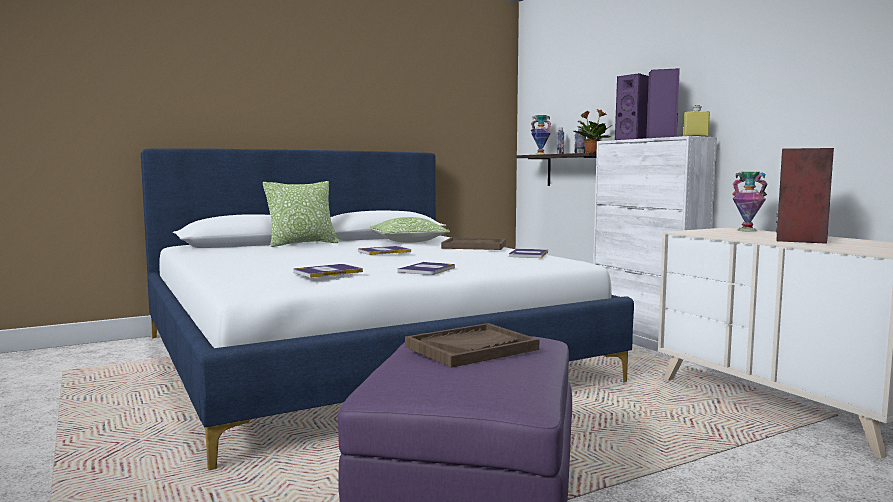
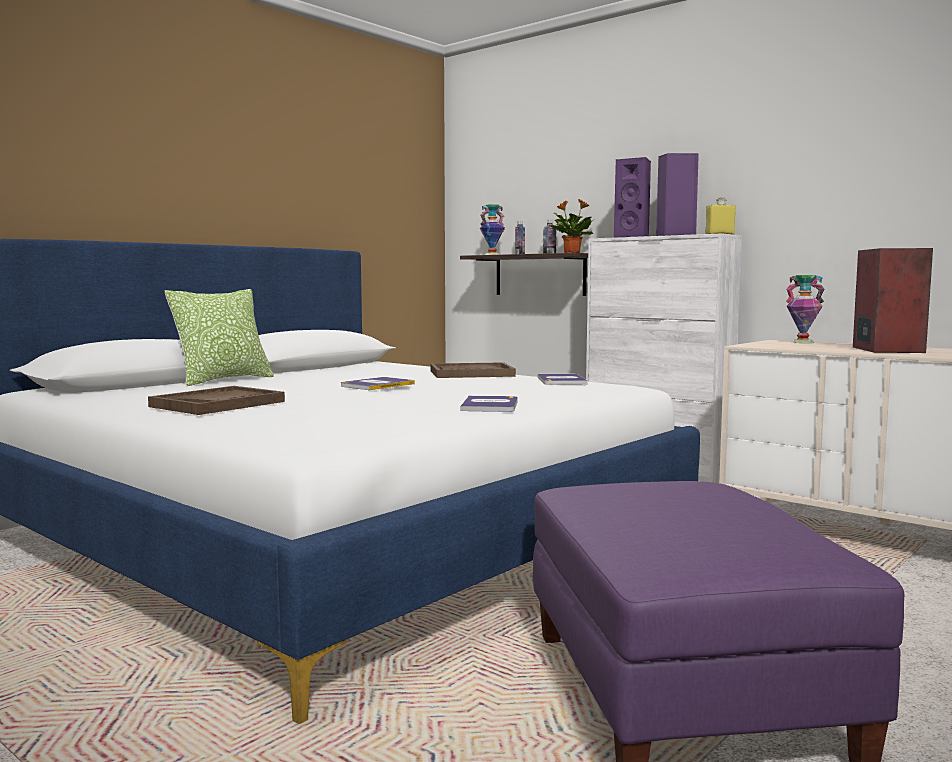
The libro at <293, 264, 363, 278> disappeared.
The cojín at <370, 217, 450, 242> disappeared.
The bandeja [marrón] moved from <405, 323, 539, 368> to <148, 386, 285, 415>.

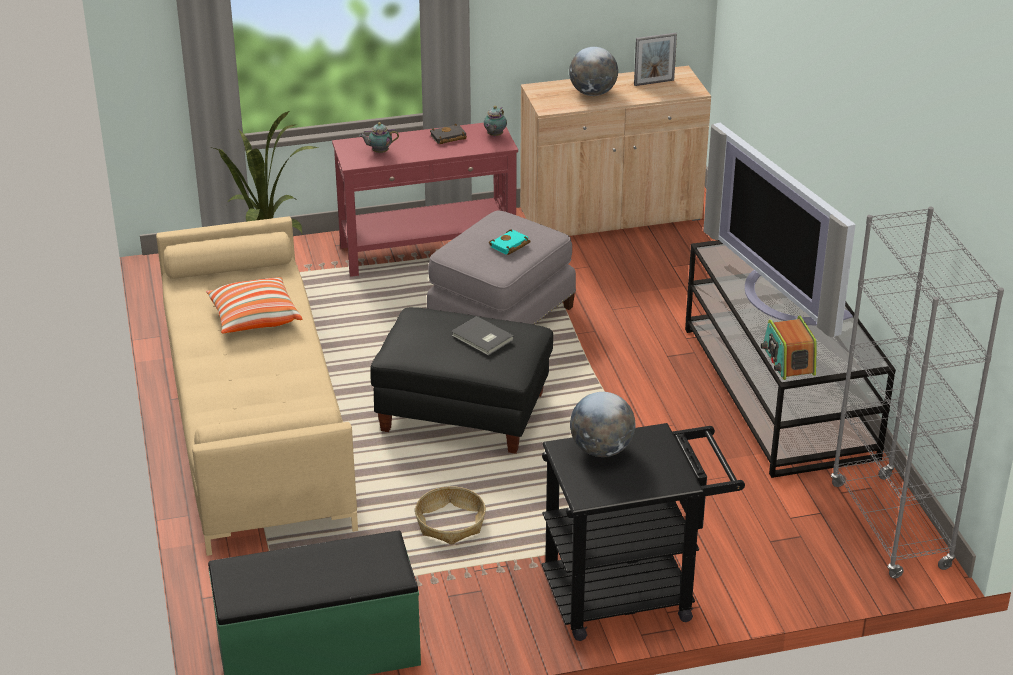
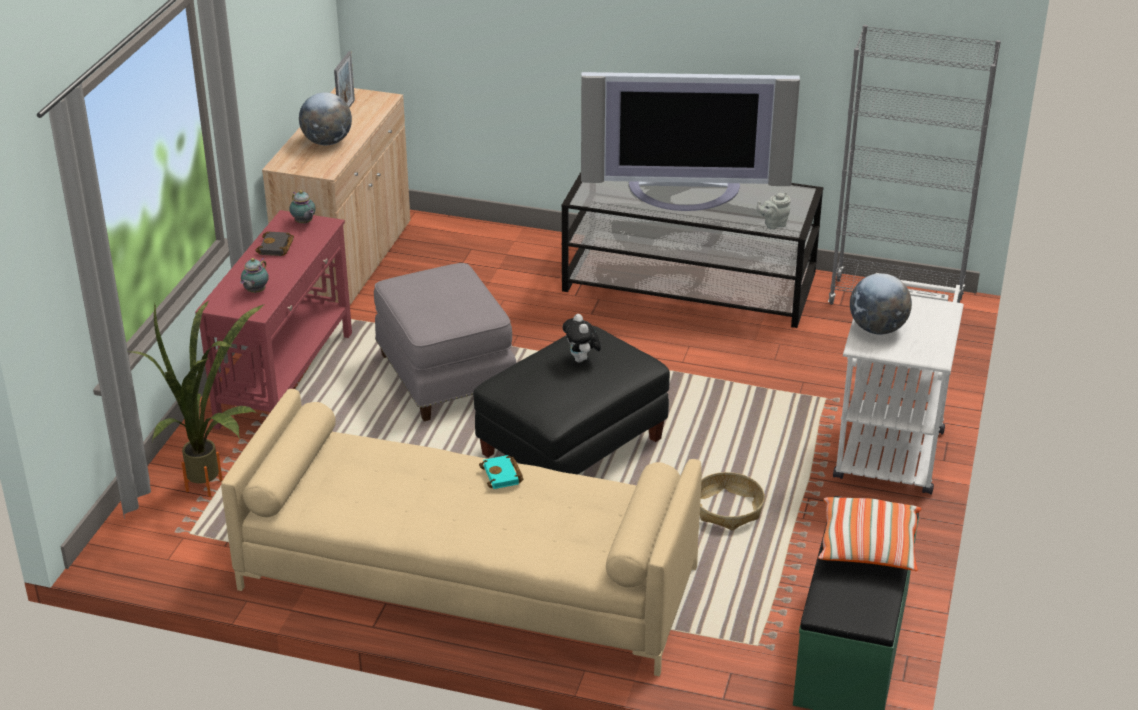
The cojín moved from <206, 277, 302, 333> to <818, 497, 921, 571>.
The libro [gris] at <451, 316, 514, 355> was replaced by the peluche at <563, 314, 601, 363>.
The libro [turquesa] moved from <489, 230, 530, 255> to <479, 455, 523, 489>.
The carrito [negro] at <542, 423, 745, 641> became the carrito [blanco] at <833, 273, 964, 495>.
The radio at <761, 316, 817, 380> was replaced by the tetera [gris] at <757, 193, 791, 229>.

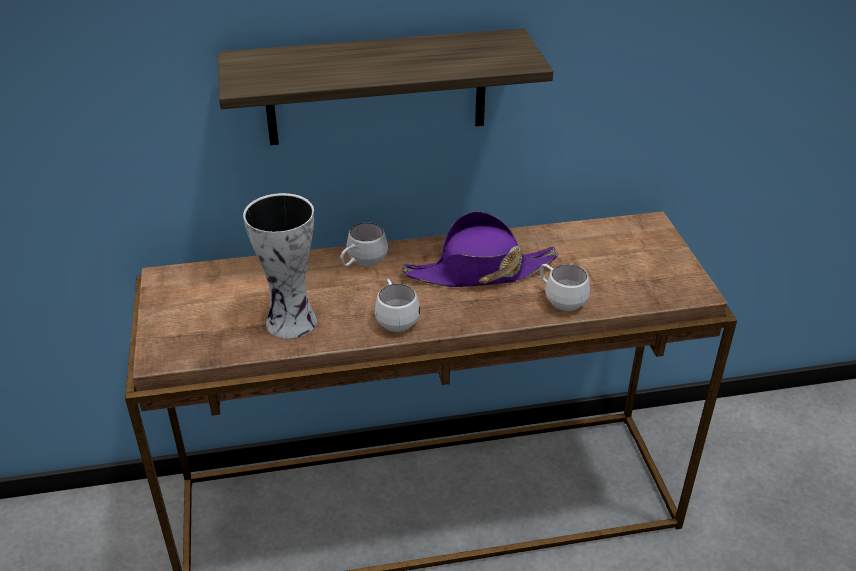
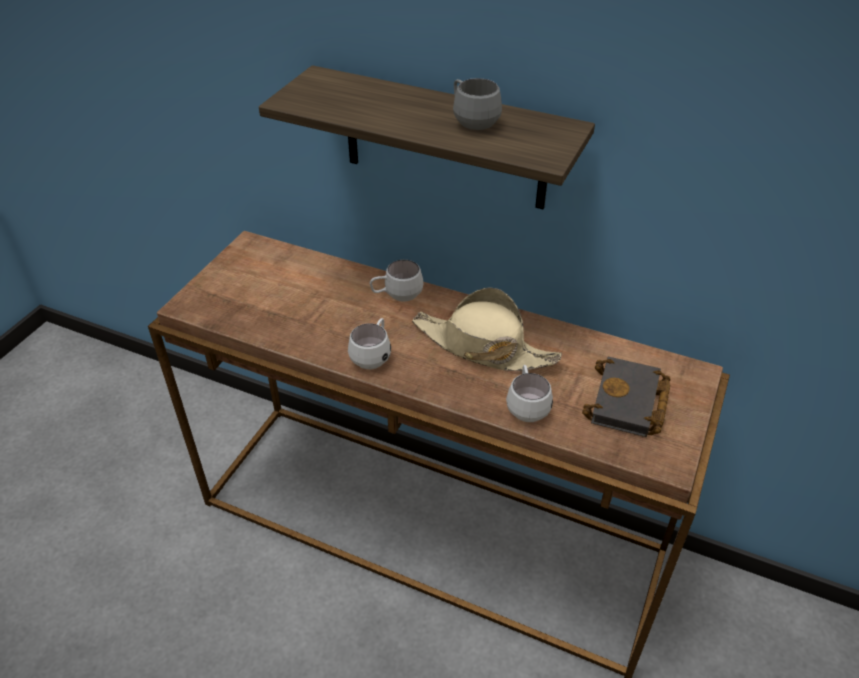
The florero at <243, 193, 317, 339> disappeared.
The sombrero [morado] at <402, 211, 559, 287> became the sombrero [beis] at <412, 287, 562, 371>.
The taza grande [gris] at <453, 78, 502, 130> appeared.
The libro [negro] at <582, 356, 670, 437> appeared.

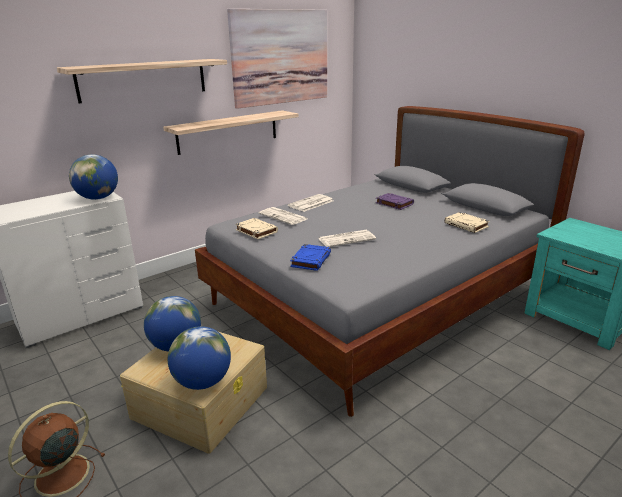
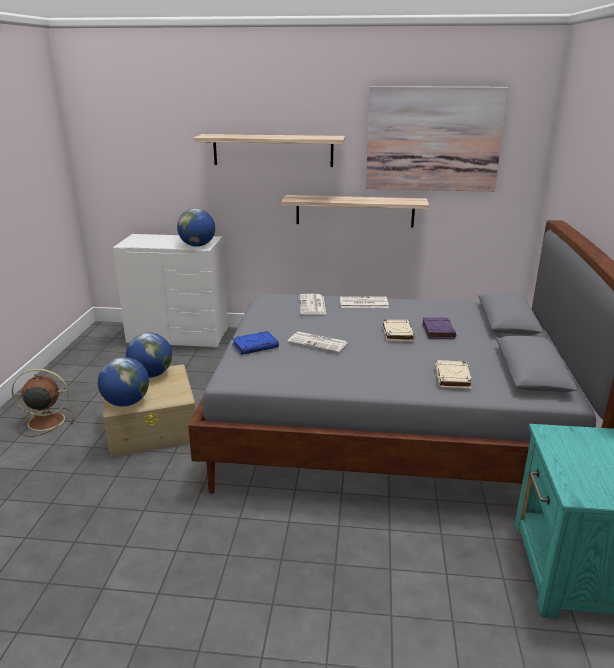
The libro [beis] moved from <235, 218, 278, 239> to <383, 320, 415, 341>.

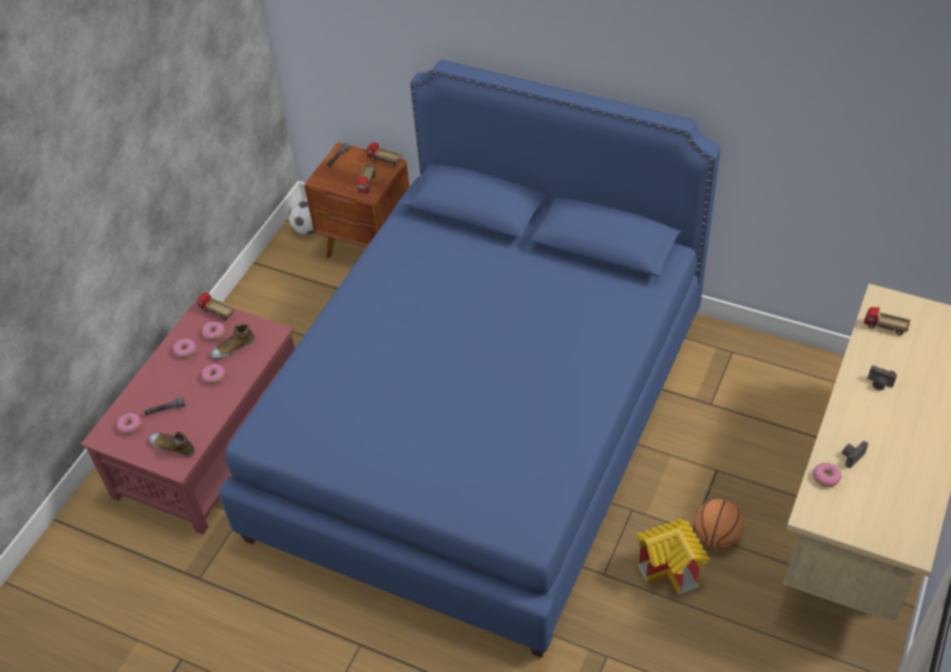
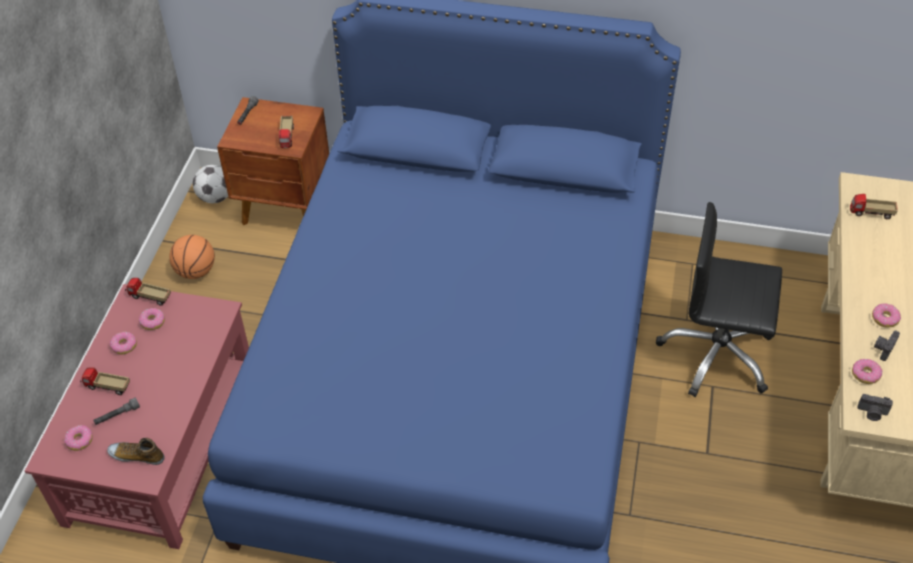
The rosquilla moved from <201, 364, 225, 384> to <872, 304, 901, 328>.
The zapato at <211, 324, 255, 359> disappeared.
The camión de juguete moved from <365, 143, 402, 167> to <80, 368, 130, 395>.
The casita at <637, 519, 710, 595> disappeared.
The balón de baloncesto moved from <694, 499, 744, 548> to <169, 235, 215, 279>.
The cámara moved from <868, 366, 897, 390> to <858, 394, 893, 421>.
The silla de oficina [negro] at <656, 202, 782, 397> appeared.

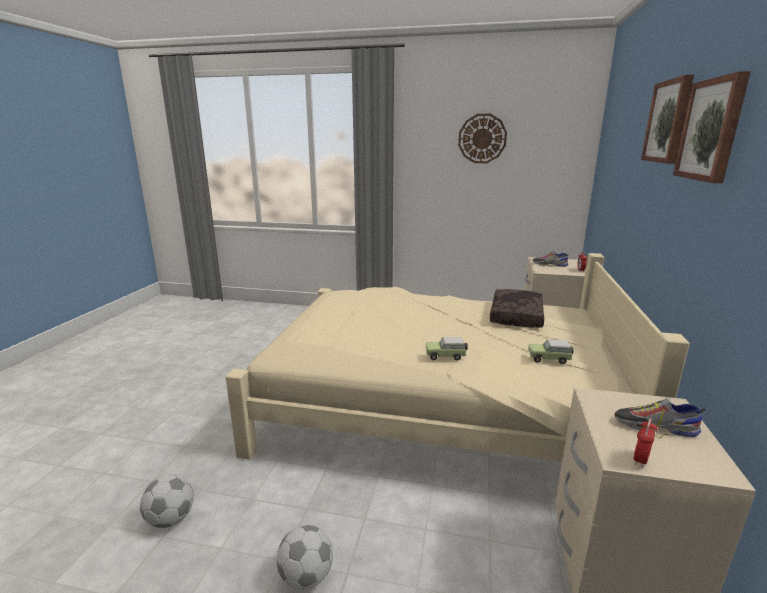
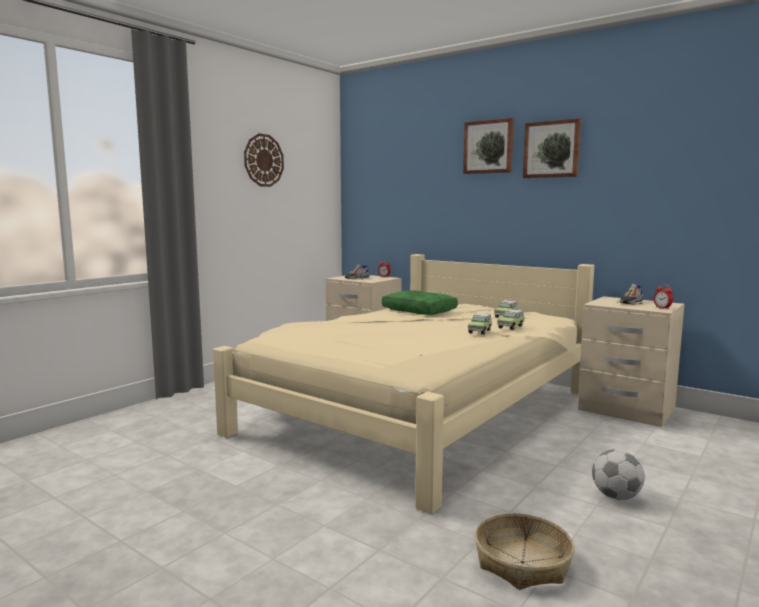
The balón de fútbol at <140, 475, 194, 528> was replaced by the cesta at <475, 513, 574, 590>.
The cojín [marrón] at <490, 289, 544, 328> became the cojín [verde] at <382, 290, 458, 315>.
The coche de juguete at <497, 309, 525, 330> appeared.

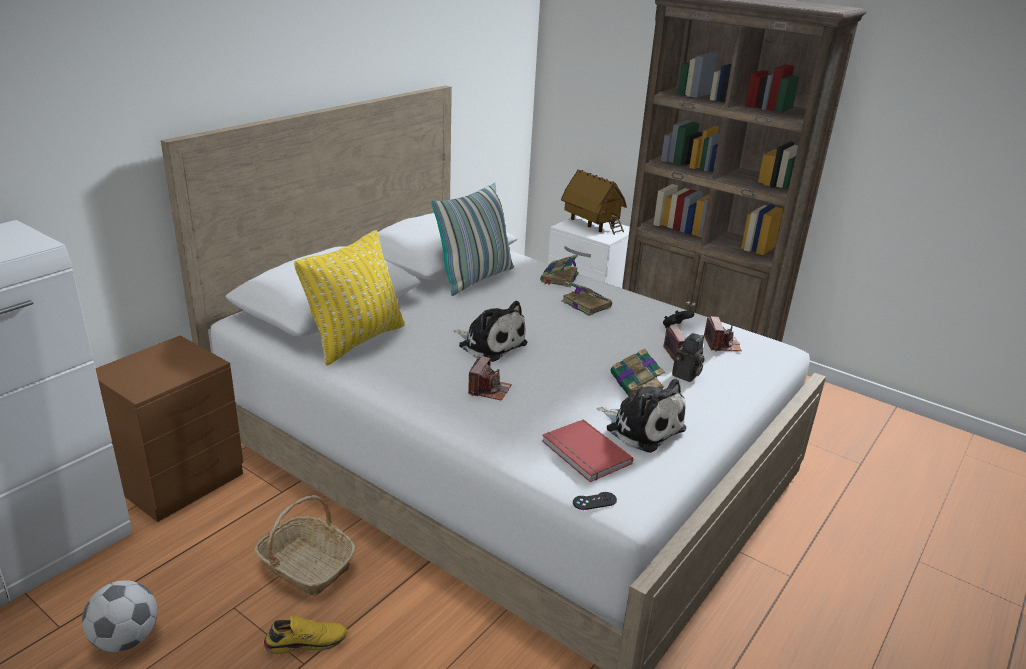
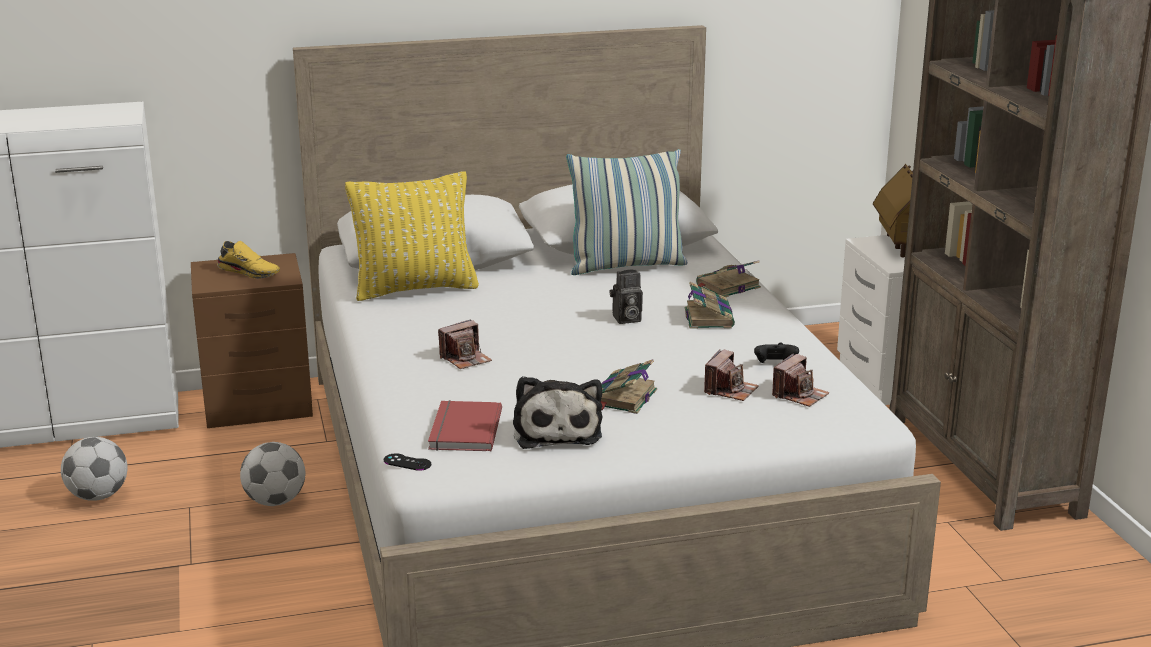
The cesta at <254, 495, 356, 596> was replaced by the balón de fútbol at <240, 442, 305, 506>.
The zapato [amarillo] moved from <263, 615, 347, 655> to <217, 241, 280, 279>.
The peluche at <454, 301, 527, 362> disappeared.
The cámara moved from <672, 333, 705, 382> to <609, 270, 643, 324>.

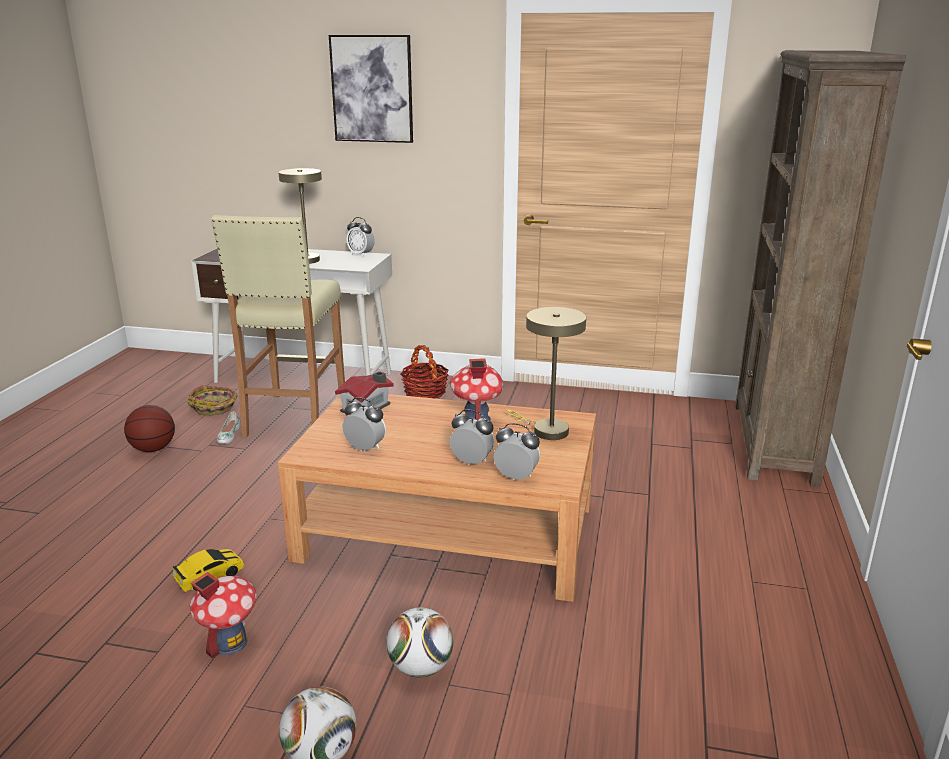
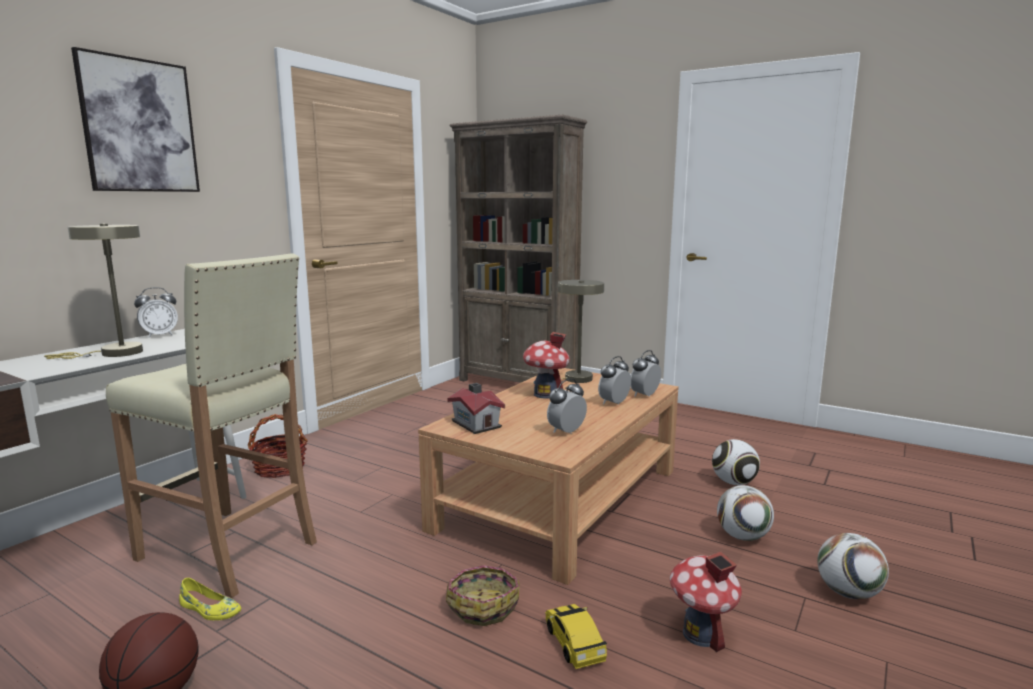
The cesta moved from <187, 385, 238, 416> to <446, 566, 520, 626>.
The zapato [blanco] at <217, 411, 240, 444> became the zapato [amarillo] at <179, 578, 241, 620>.
The balón de fútbol at <712, 439, 760, 485> appeared.

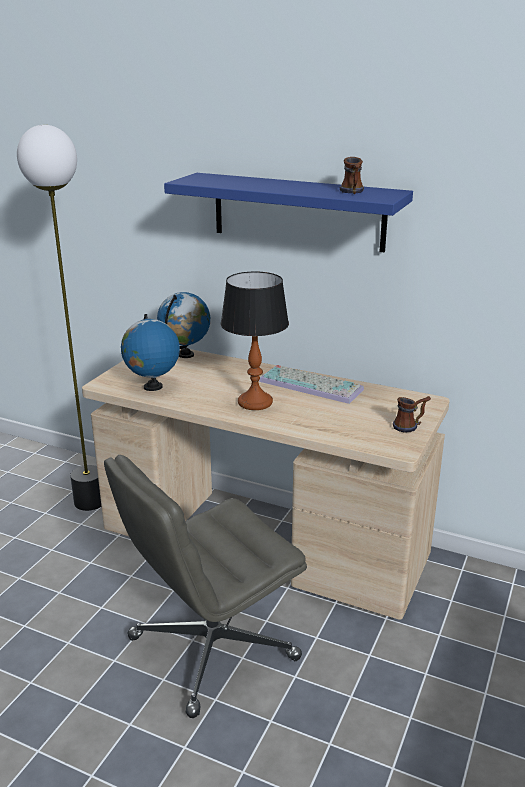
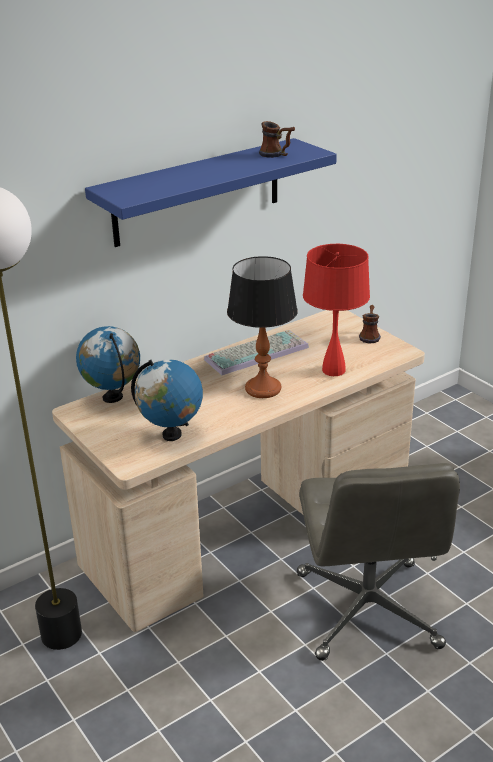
The lámpara de mesa [rojo] at <303, 244, 370, 376> appeared.

